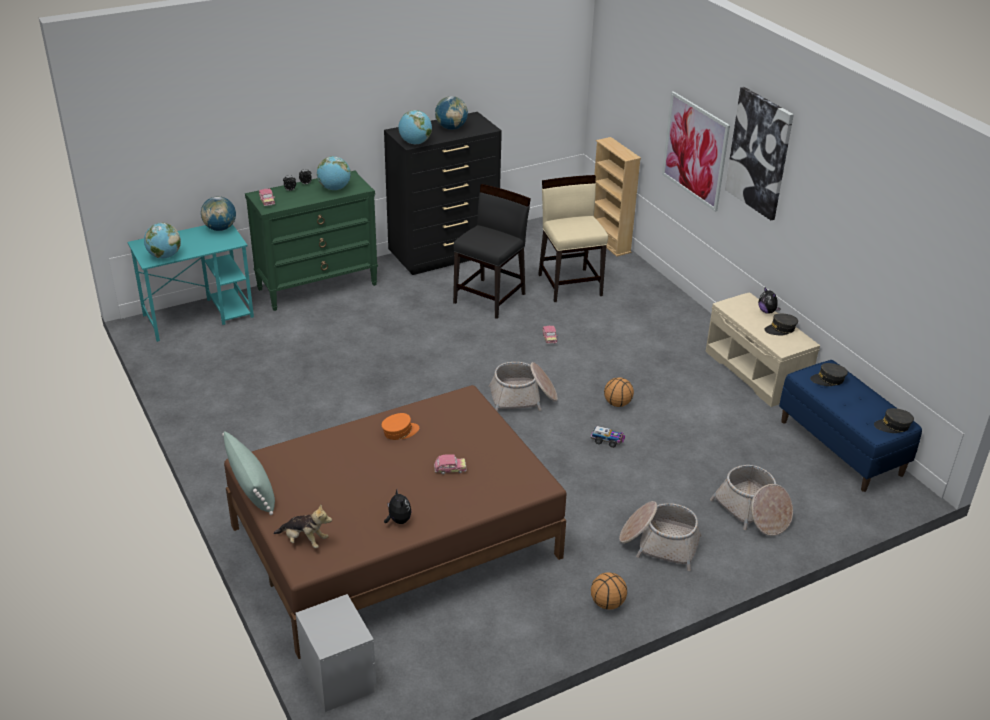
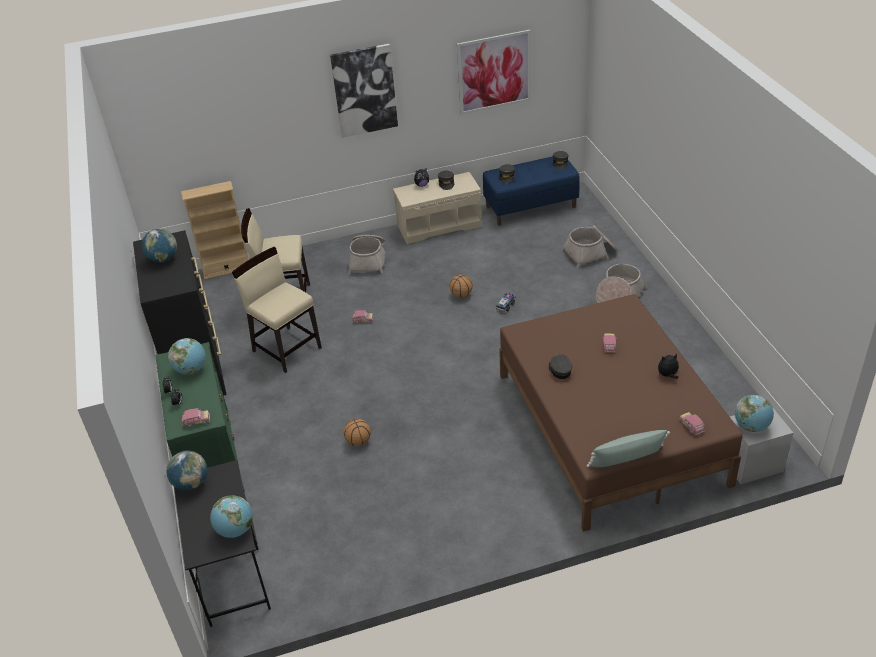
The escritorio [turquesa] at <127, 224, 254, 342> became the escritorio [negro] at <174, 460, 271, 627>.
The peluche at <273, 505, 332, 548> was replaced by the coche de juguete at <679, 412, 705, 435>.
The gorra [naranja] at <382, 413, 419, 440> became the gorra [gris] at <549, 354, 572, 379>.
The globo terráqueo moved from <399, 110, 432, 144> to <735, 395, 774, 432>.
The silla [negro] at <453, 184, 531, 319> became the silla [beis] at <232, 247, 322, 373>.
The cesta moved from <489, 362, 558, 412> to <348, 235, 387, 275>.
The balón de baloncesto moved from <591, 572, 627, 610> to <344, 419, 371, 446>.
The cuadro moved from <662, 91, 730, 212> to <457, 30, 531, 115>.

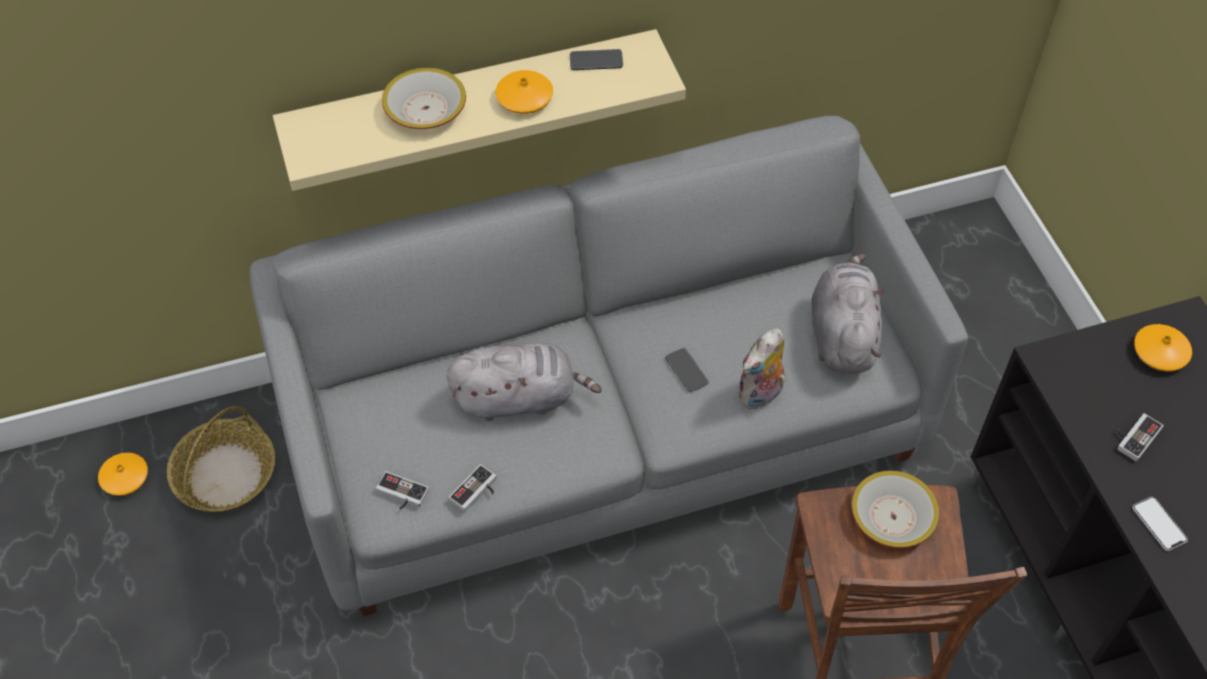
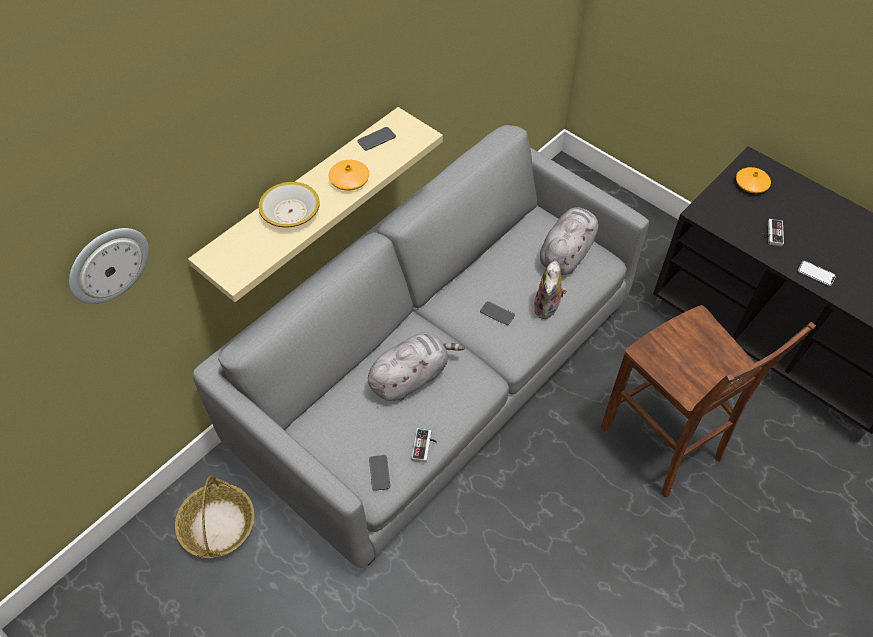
The florero [naranja] at <98, 452, 148, 496> disappeared.
The mando de consola at <376, 471, 429, 509> was replaced by the móvil at <369, 455, 390, 491>.
The peluche [gris] at <811, 253, 885, 374> turned 60 degrees clockwise.
The cuenco at <851, 471, 939, 548> disappeared.
The reloj de pared at <69, 228, 149, 304> appeared.

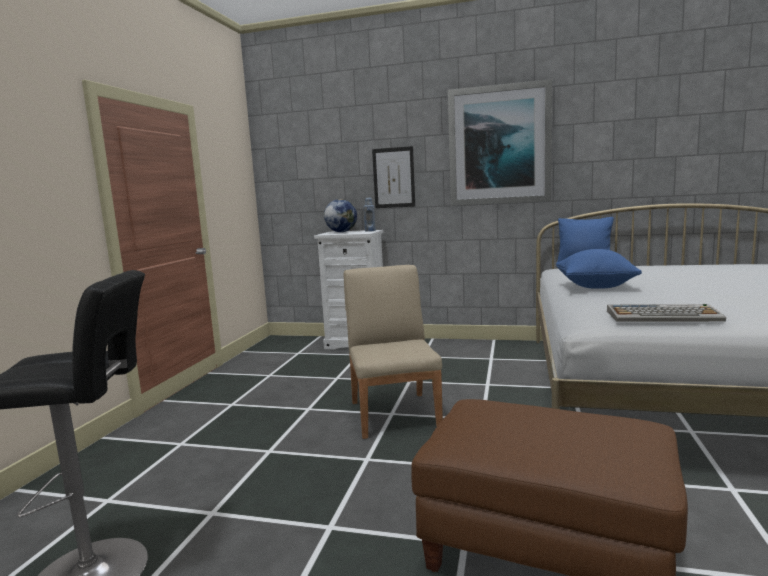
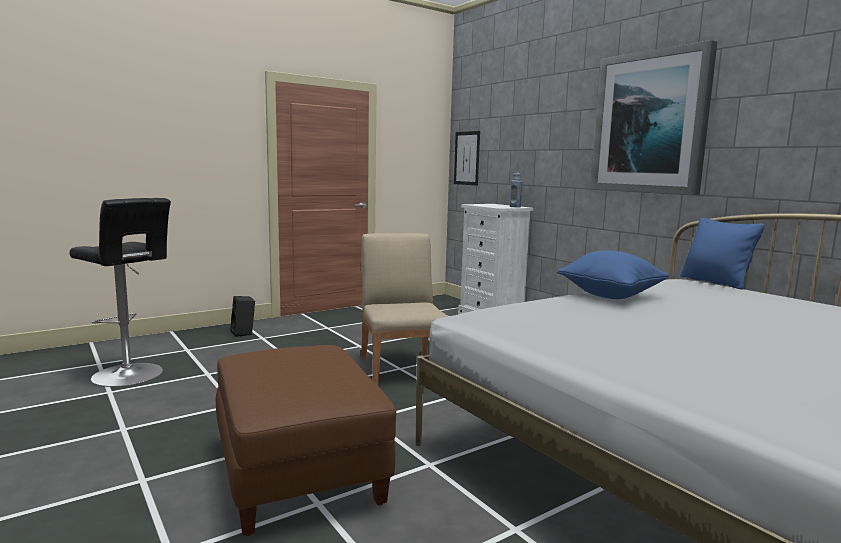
The globo terráqueo at <324, 199, 357, 232> disappeared.
The silla [beis] at <344, 265, 443, 439> turned 45 degrees counterclockwise.
The cuadro moved from <372, 146, 415, 208> to <454, 131, 480, 186>.
The teclado at <607, 304, 726, 322> disappeared.
The altavoz [negro] at <230, 296, 255, 337> appeared.

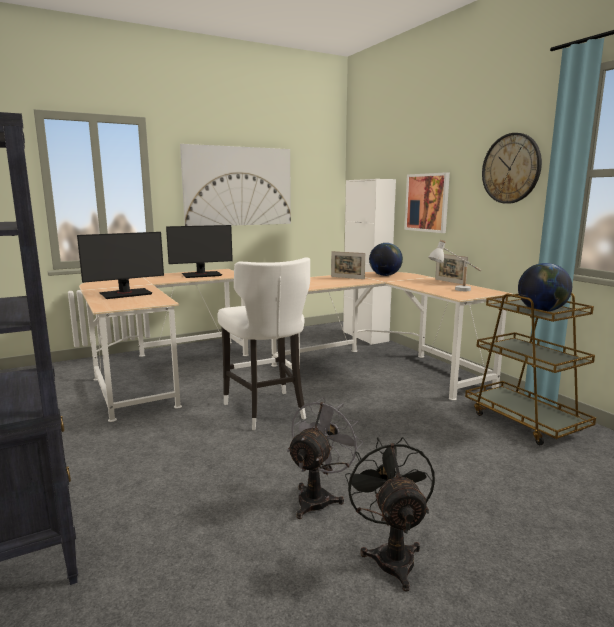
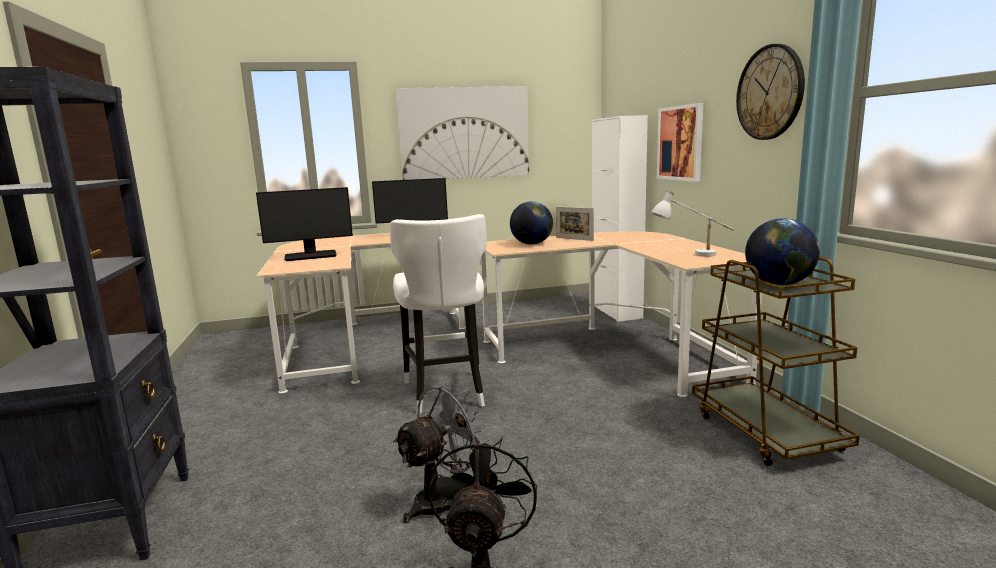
The globo terráqueo moved from <369, 243, 403, 276> to <510, 201, 553, 245>.
The portarretratos at <435, 254, 468, 284> disappeared.

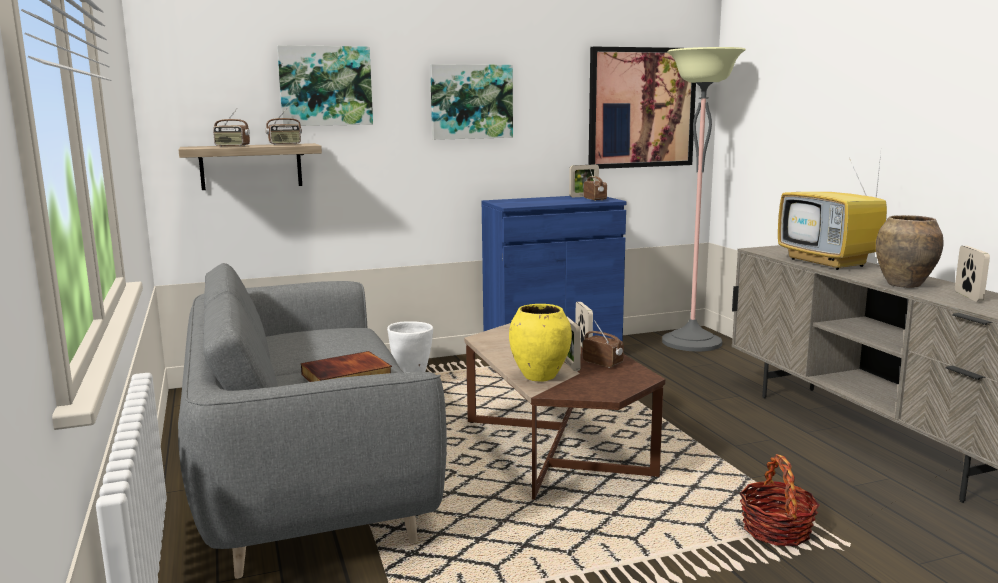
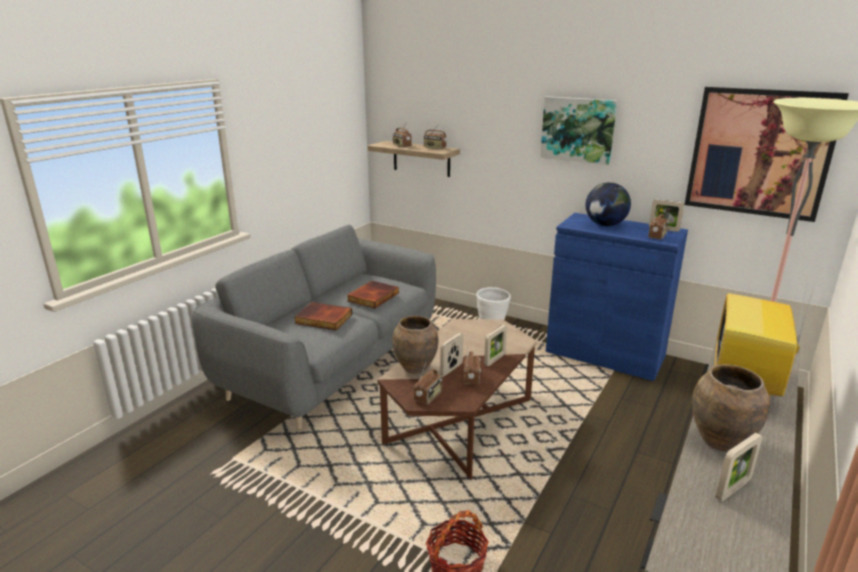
The cuadro at <277, 45, 373, 126> disappeared.
The florero [amarillo] at <509, 304, 572, 382> became the florero [marrón] at <392, 316, 439, 374>.
The libro at <347, 281, 399, 309> appeared.
The radio at <414, 361, 442, 405> appeared.
The globo terráqueo at <586, 182, 631, 226> appeared.

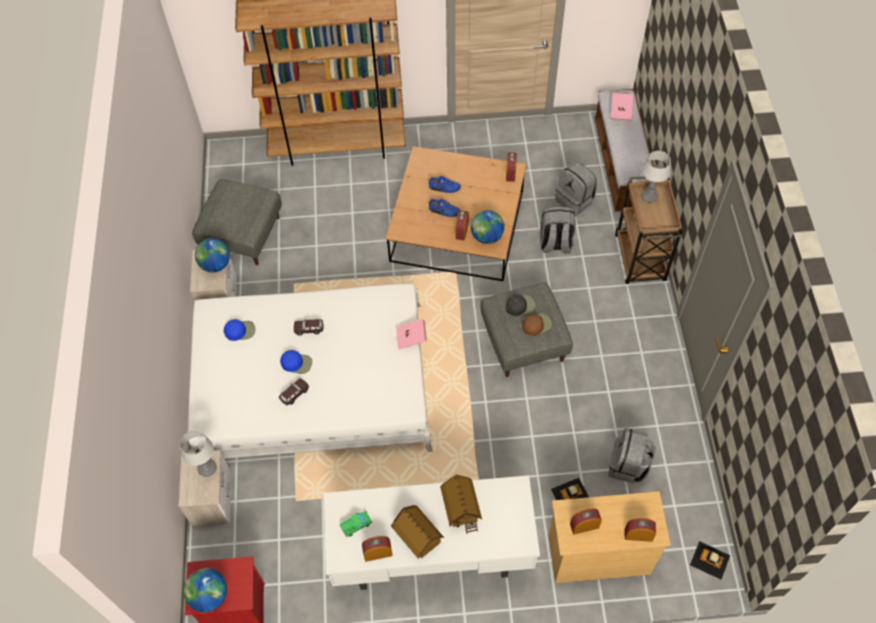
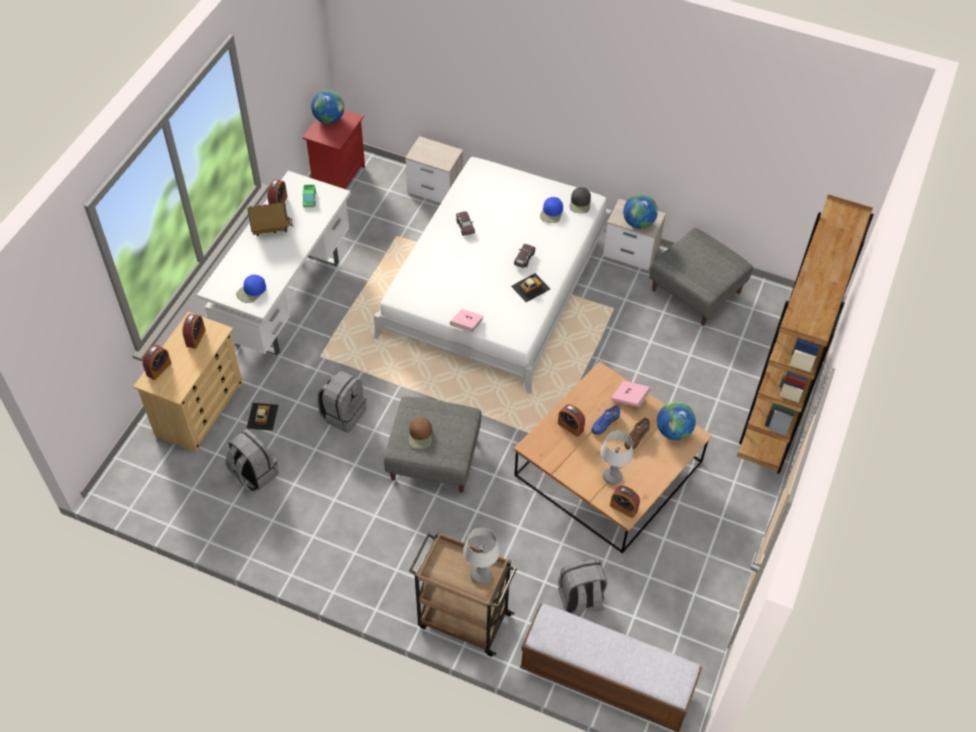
The lámpara de mesa moved from <180, 431, 217, 477> to <601, 431, 633, 485>.
The gorra [azul] moved from <280, 350, 312, 374> to <236, 275, 266, 303>.
The zapato [azul] at <429, 176, 461, 193> became the zapato [marrón] at <624, 418, 650, 450>.
The casita at <440, 475, 482, 534> disappeared.
The globo terráqueo moved from <471, 210, 504, 244> to <657, 402, 696, 440>.
The gorra [negro] moved from <506, 295, 535, 316> to <570, 187, 591, 214>.
The mochila [gris] moved from <540, 207, 576, 254> to <317, 371, 366, 433>.
The libro [rosa] moved from <611, 93, 634, 121> to <611, 381, 651, 407>.
The coche de juguete moved from <690, 541, 730, 580> to <511, 273, 550, 302>.

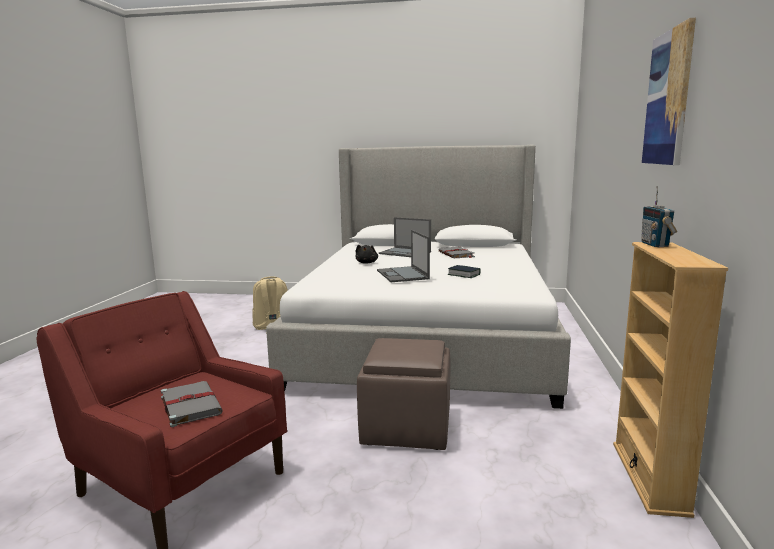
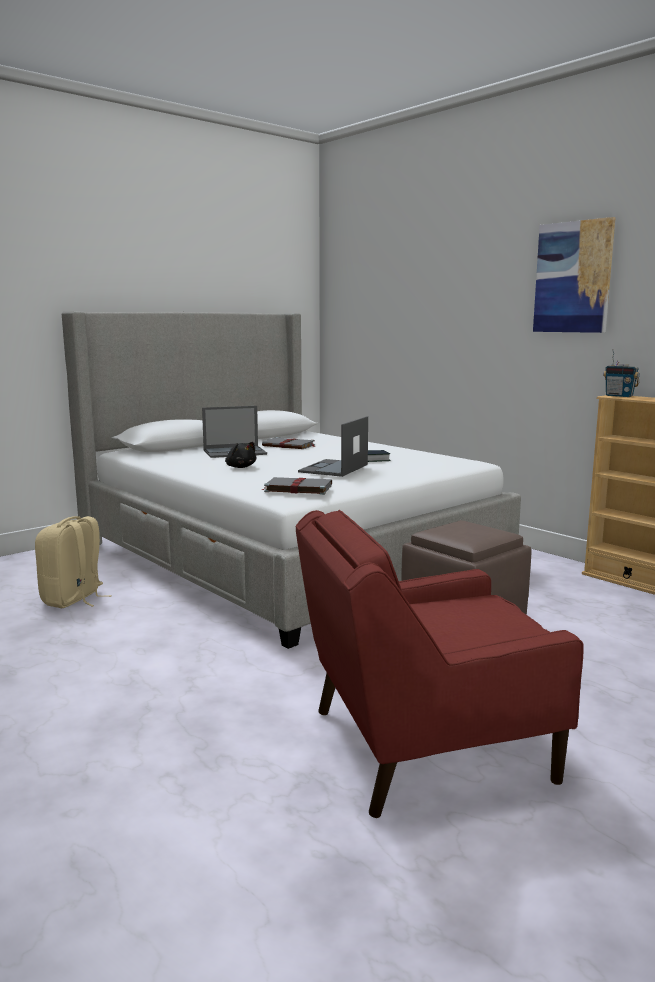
The libro [gris] moved from <161, 381, 223, 427> to <262, 477, 332, 495>.
The portátil at <377, 230, 430, 282> turned 90 degrees clockwise.

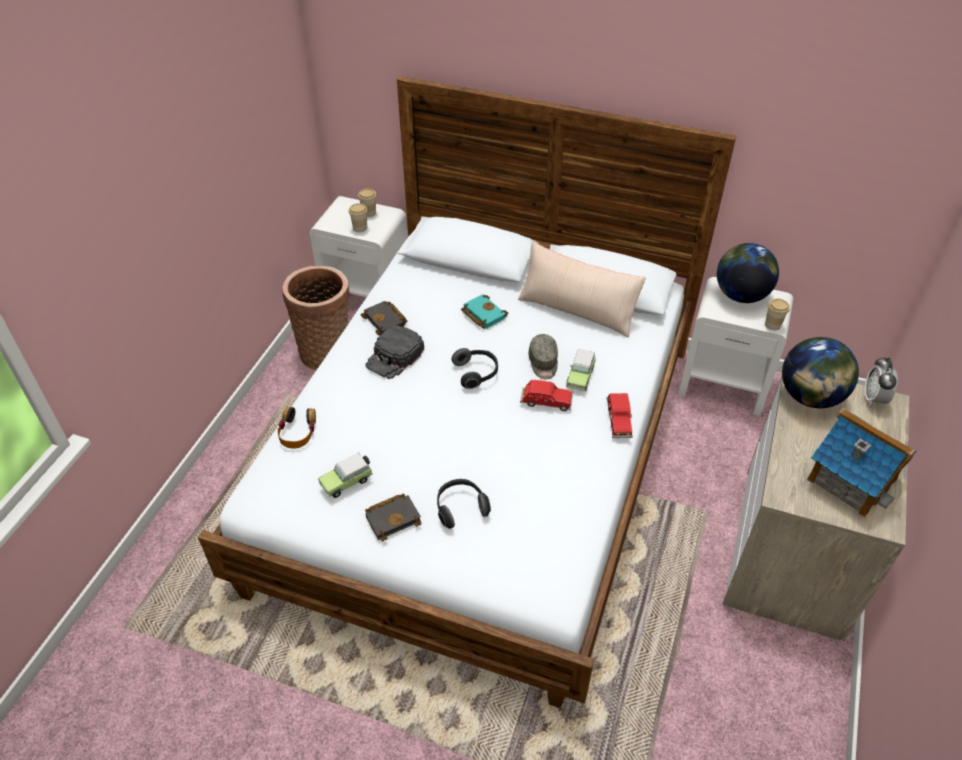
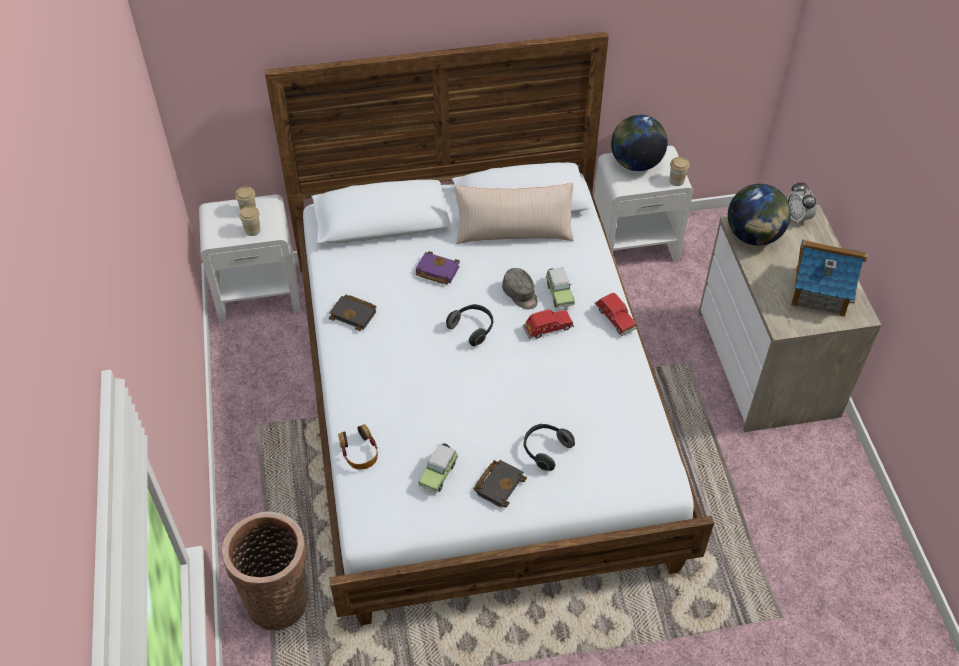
The cesta moved from <282, 266, 350, 370> to <222, 511, 308, 631>.
The gorra [negro] at <366, 325, 424, 379> disappeared.
The libro [turquesa] at <461, 294, 508, 329> became the libro [morado] at <415, 251, 460, 285>.

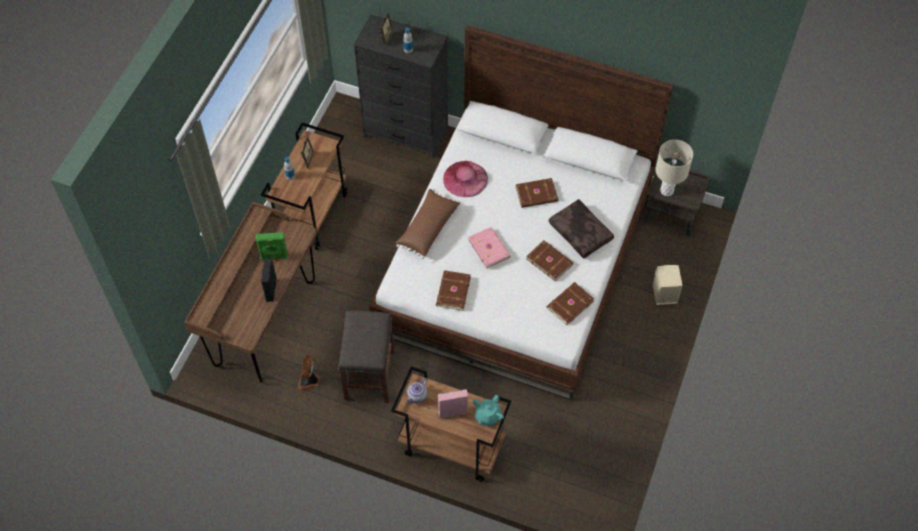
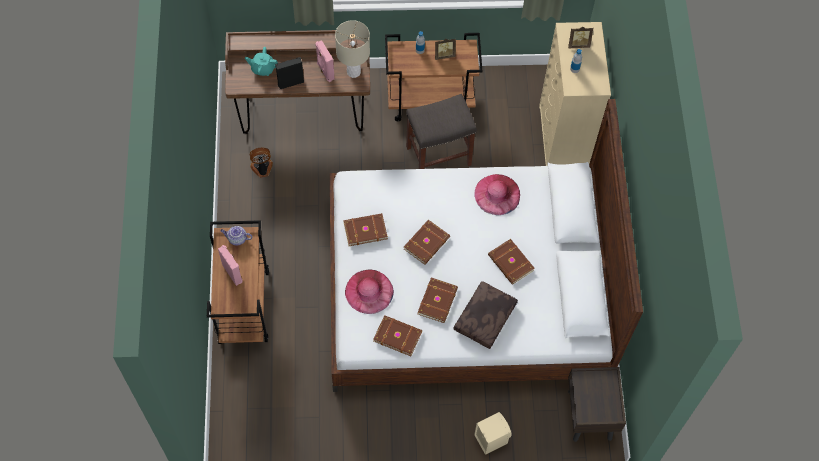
The altavoz [verde] at <256, 232, 288, 260> became the altavoz [rosa] at <315, 40, 335, 82>.
The taburete [gris] moved from <338, 311, 395, 403> to <406, 94, 477, 169>.
The cómoda [negro] at <354, 14, 448, 158> became the cómoda [beis] at <539, 22, 611, 166>.
The cojín [marrón] at <396, 189, 460, 259> disappeared.
The libro [rosa] at <468, 227, 511, 269> became the libro [marrón] at <404, 220, 450, 265>.
The tetera [turquesa] moved from <473, 395, 504, 426> to <245, 47, 278, 76>.
The lámpara de mesa [beis] moved from <655, 140, 693, 196> to <335, 20, 370, 78>.
The sombrero [rosa] at <345, 269, 394, 314> appeared.

